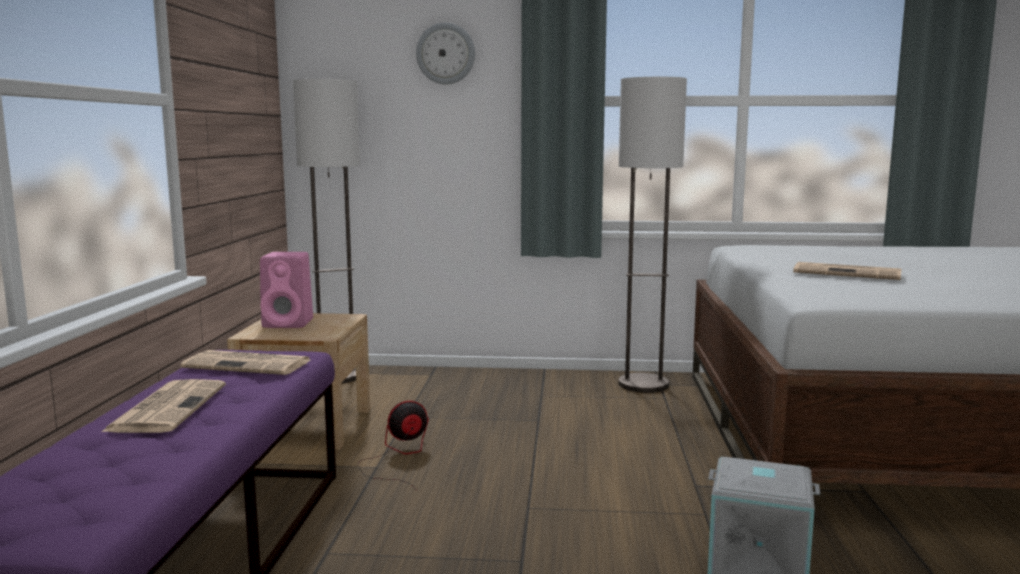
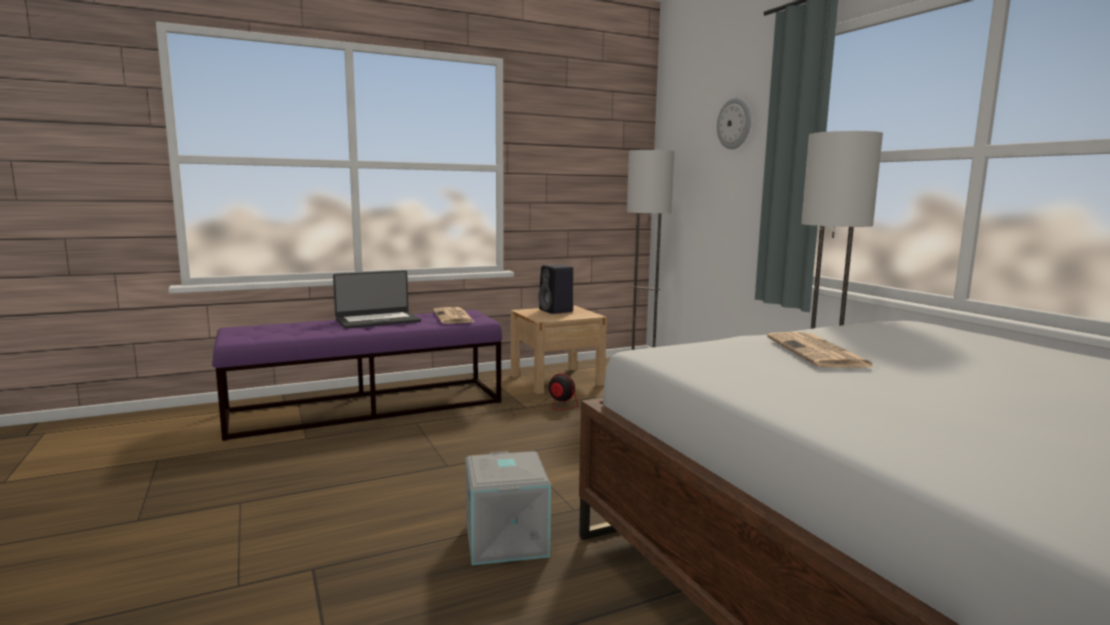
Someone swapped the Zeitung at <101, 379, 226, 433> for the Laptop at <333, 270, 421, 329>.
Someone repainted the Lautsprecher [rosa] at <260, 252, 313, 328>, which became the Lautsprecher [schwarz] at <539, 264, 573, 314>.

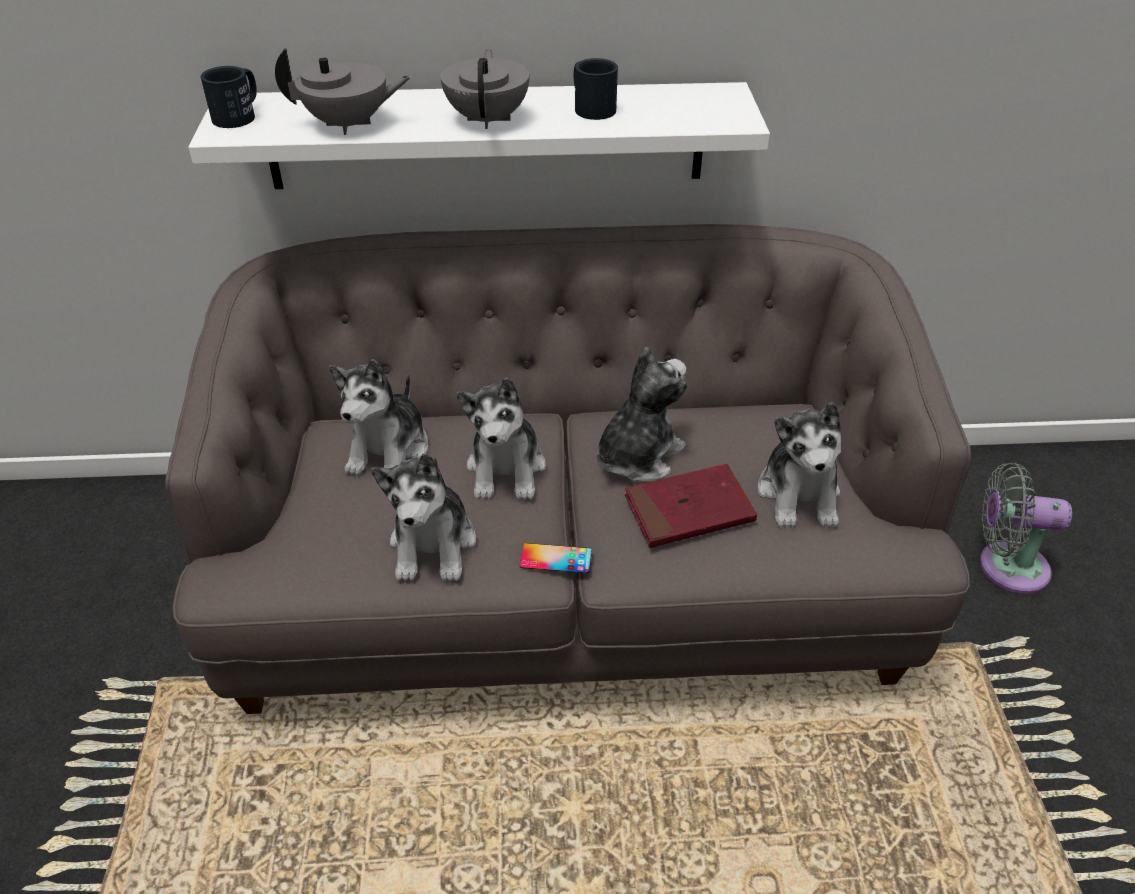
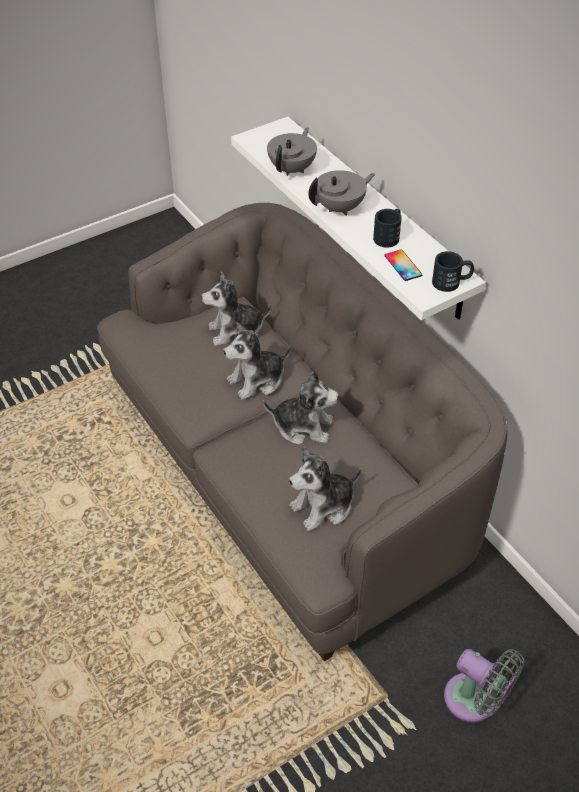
Someone carried the Henkelbecher [schwarz] from <201, 66, 257, 128> to <432, 251, 474, 292>.
Someone rotated the Teekanne [grau] at <275, 48, 411, 135> by 120 degrees counterclockwise.
Someone took away the Plüschtier at <371, 453, 476, 581>.
Someone carried the Handy from <520, 543, 592, 573> to <384, 249, 423, 281>.
Someone took away the Buch [rot] at <625, 464, 757, 548>.
Someone rotated the Ventilator [grau] at <980, 462, 1072, 594> by 150 degrees clockwise.

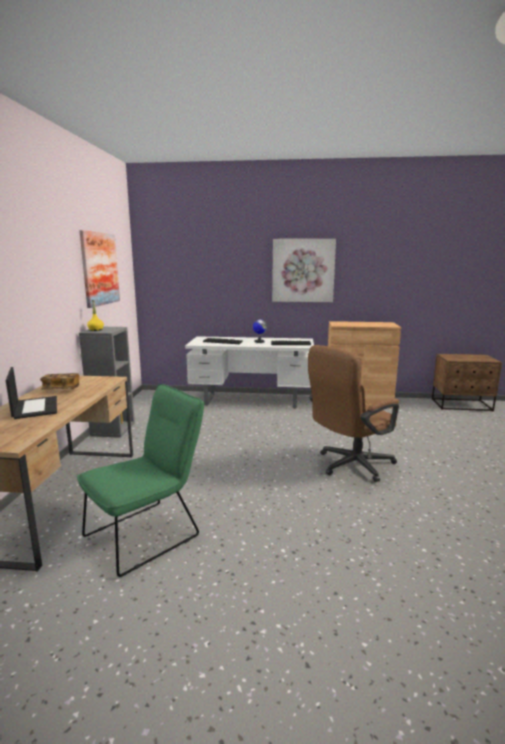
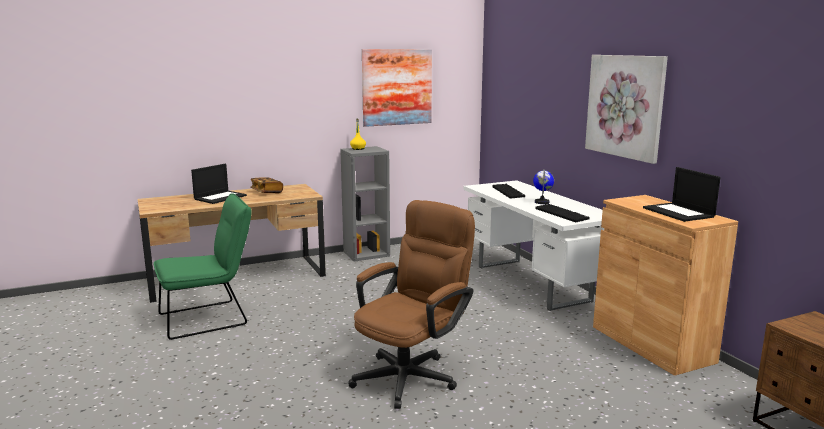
Someone rotated the Stuhl [grün] at <77, 384, 204, 577> by 45 degrees counterclockwise.
Someone rotated the Bürostuhl [braun] at <308, 345, 399, 482> by 105 degrees clockwise.
Someone put down the Laptop at <643, 167, 721, 222>.

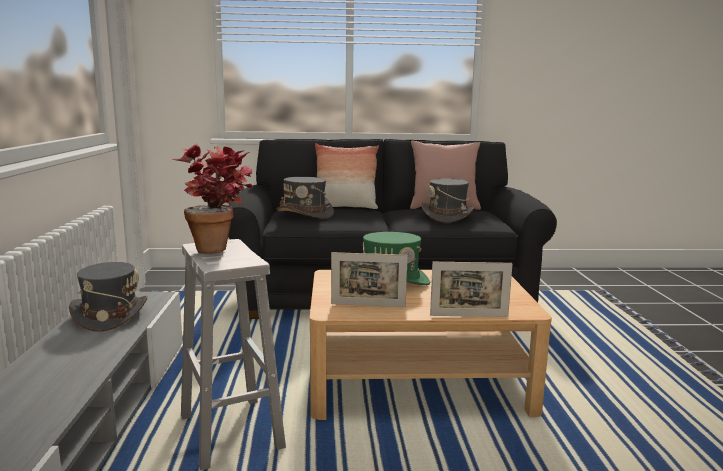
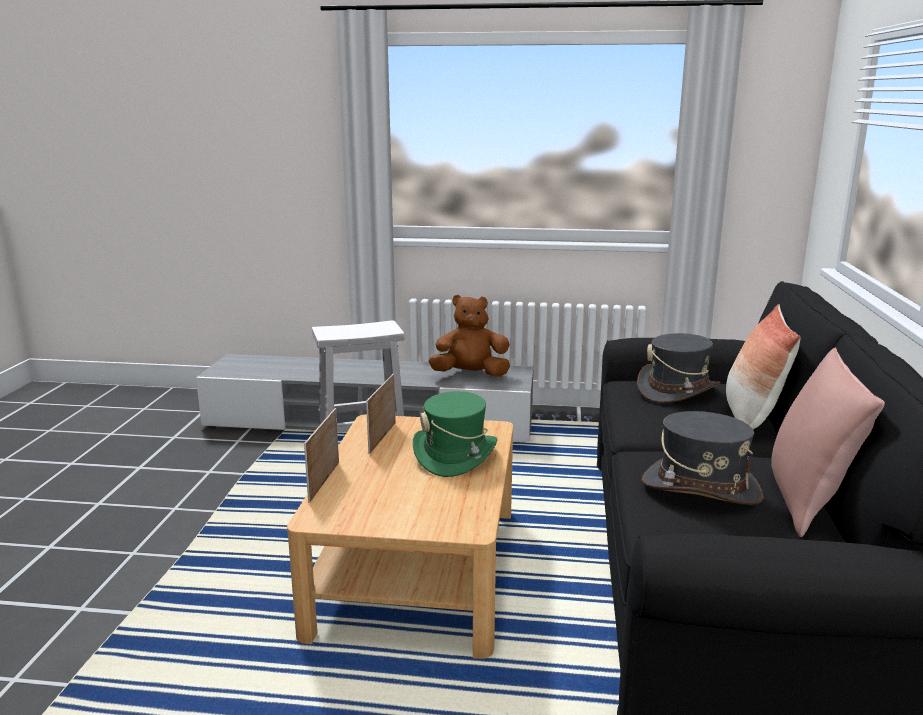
Someone swapped the Hut [grau] at <69, 262, 148, 332> for the Plüschtier [braun] at <429, 295, 510, 377>.
Someone took away the Topfpflanze at <172, 144, 254, 254>.

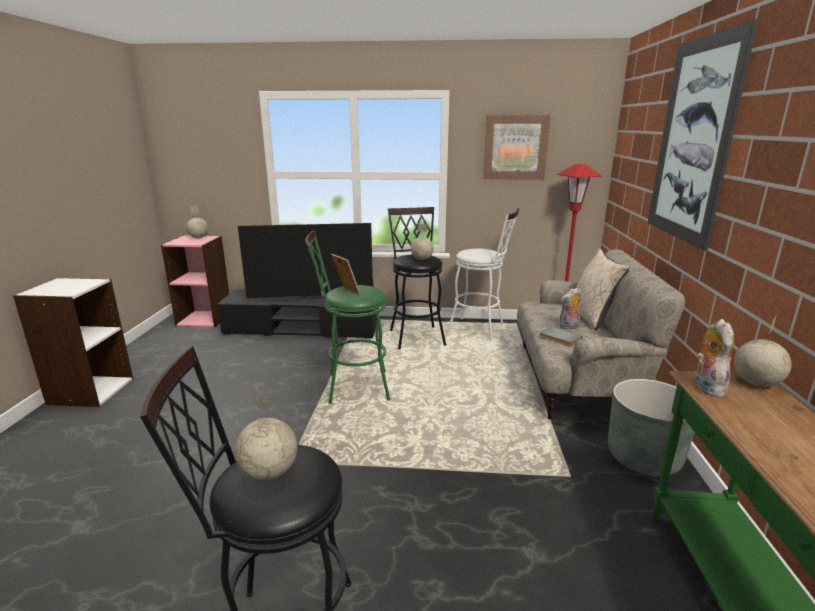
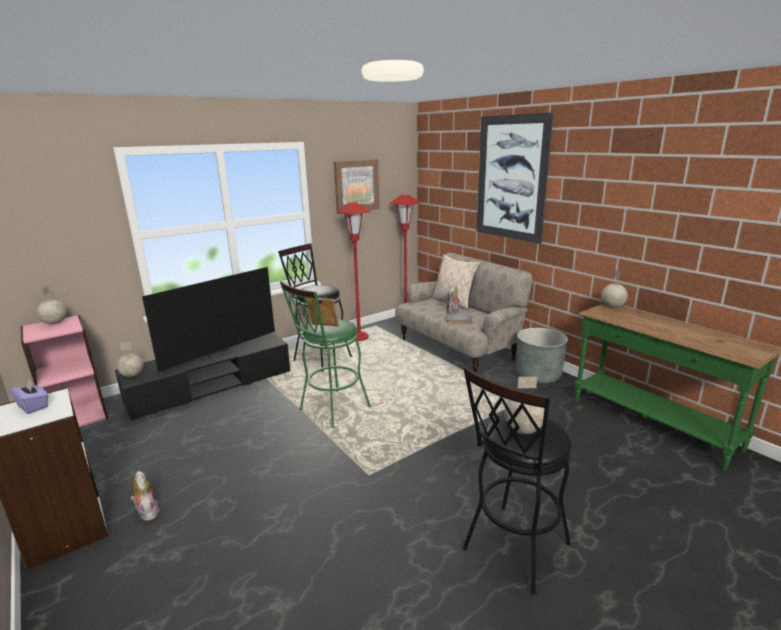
Someone carried the Globus from <411, 224, 434, 260> to <117, 342, 144, 377>.
Someone swapped the Hocker [weiß] at <447, 207, 519, 341> for the Stehlampe [rot] at <336, 202, 371, 341>.
Someone carried the Plüschtier from <695, 319, 734, 397> to <130, 471, 160, 521>.
Someone put down the Taschentuchbox [lila] at <10, 379, 48, 414>.

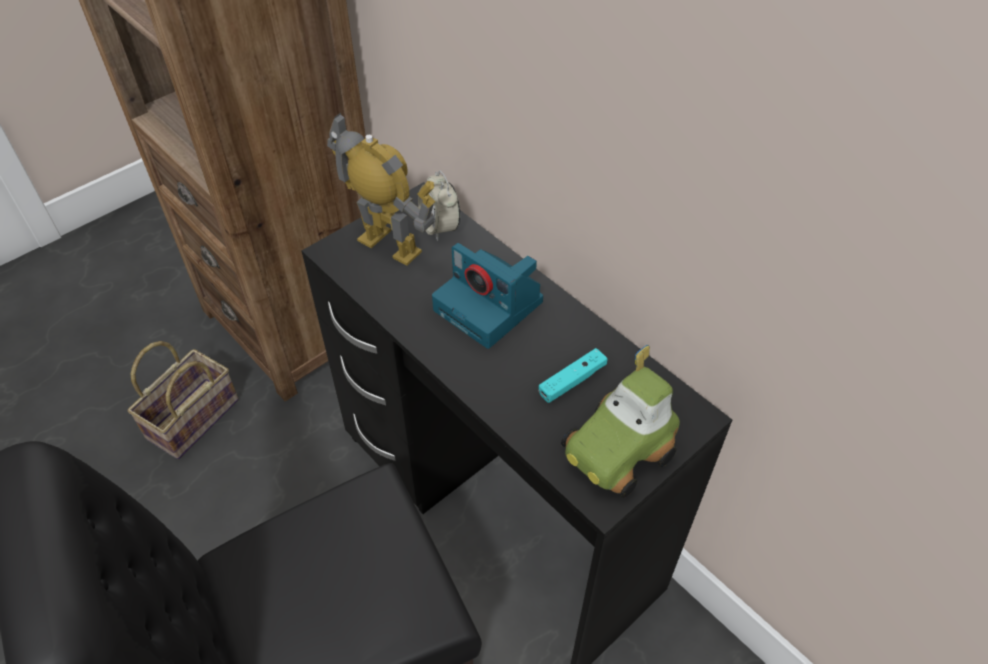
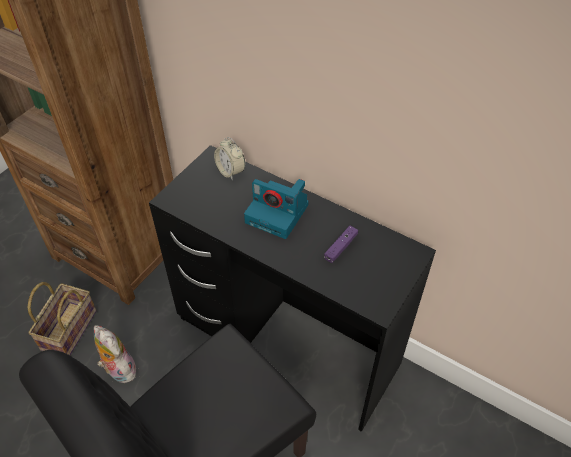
Someone took away the Spielzeugroboter at <327, 112, 436, 266>.
Someone repainted the Gamepad [türkis] at <539, 348, 608, 403>, which became the Gamepad [lila] at <324, 226, 358, 263>.
Someone took away the Spielzeugauto at <561, 345, 680, 498>.
Someone put down the Plüschtier at <94, 325, 136, 383>.

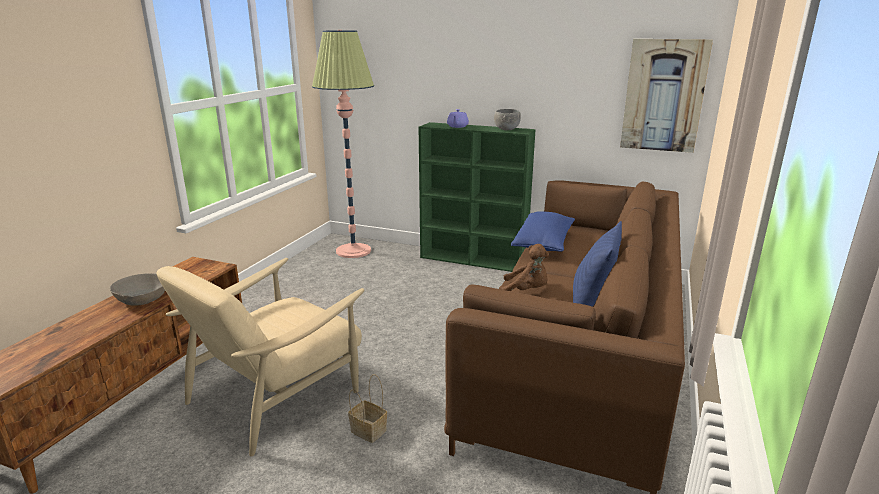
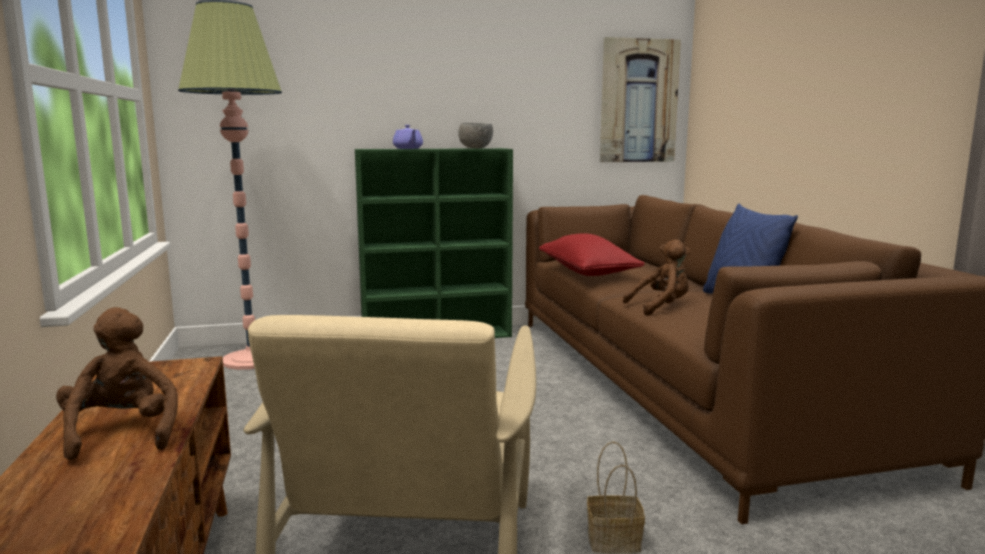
Someone swapped the Schüssel [grau] at <110, 273, 165, 306> for the Plüschtier [braun] at <56, 307, 178, 460>.
Someone repainted the Kissen [blau] at <511, 211, 575, 252>, which became the Kissen [rot] at <539, 233, 645, 276>.

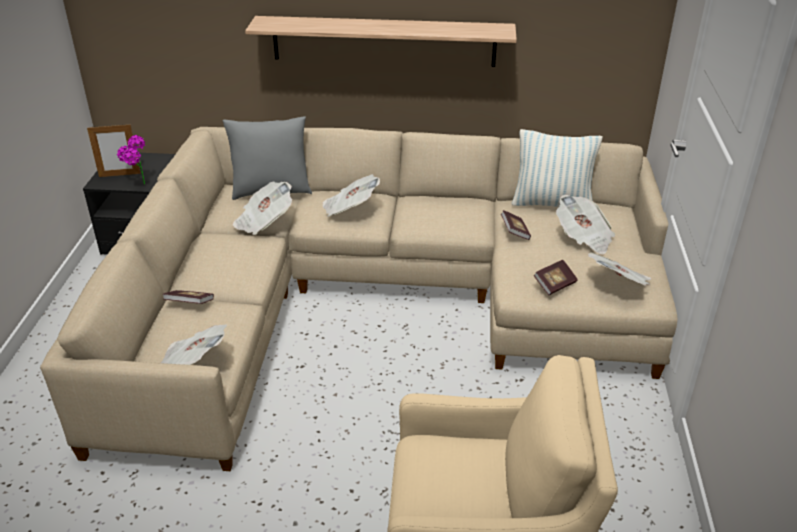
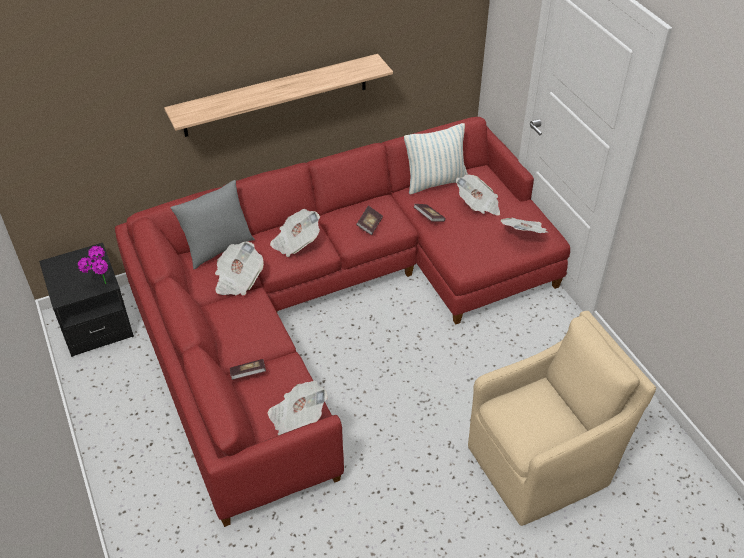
Someone repainted the Sofa [beige] at <40, 127, 678, 471>, which became the Sofa [rot] at <115, 117, 570, 527>.
Someone took away the Bilderrahmen at <87, 124, 141, 177>.
Someone carried the Buch from <534, 260, 578, 295> to <356, 206, 383, 235>.

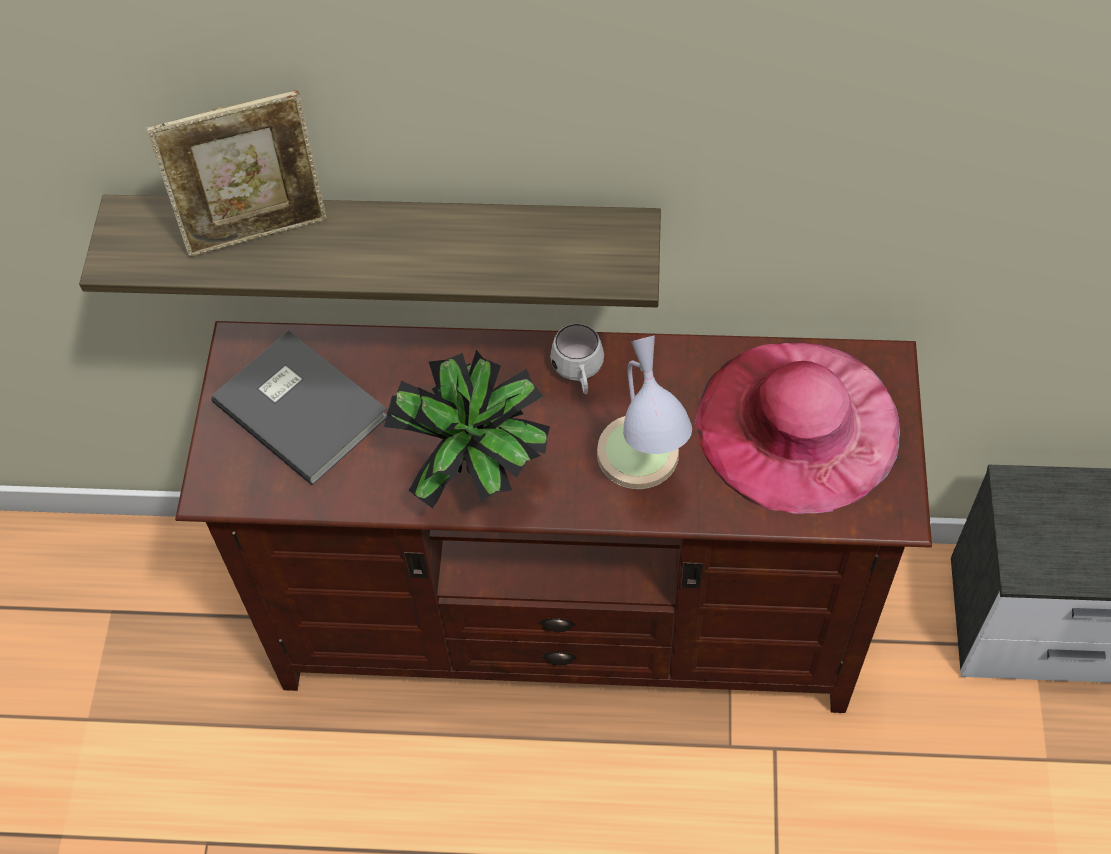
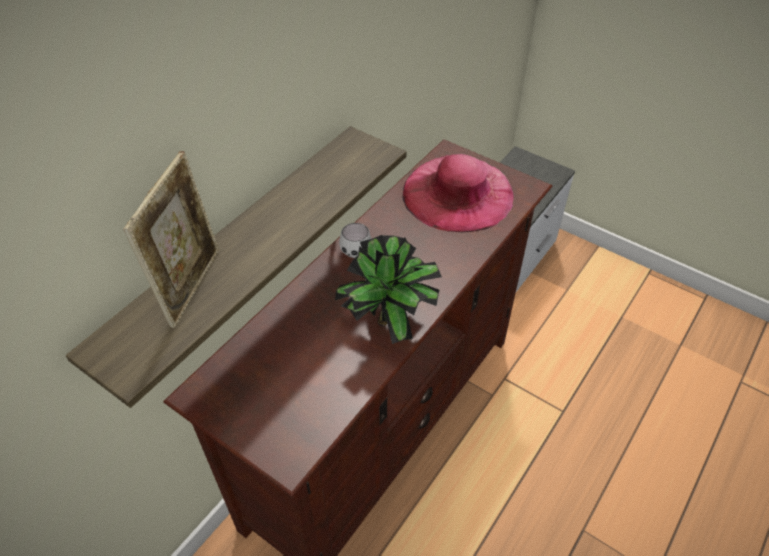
Someone took away the Buch [grau] at <212, 330, 387, 485>.
Someone took away the Tischlampe at <597, 335, 692, 489>.

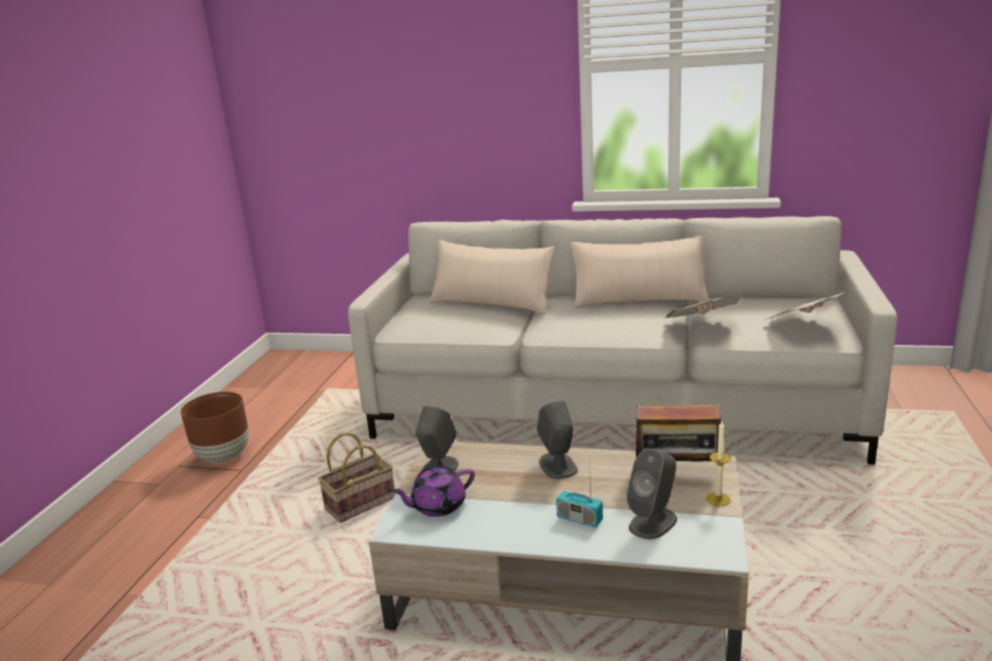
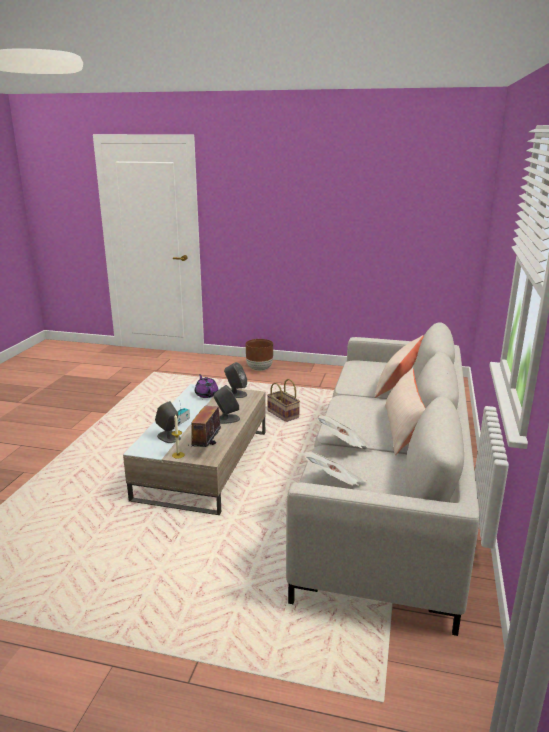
Someone carried the Pflanzkübel [braun] from <181, 392, 249, 463> to <246, 339, 273, 371>.

